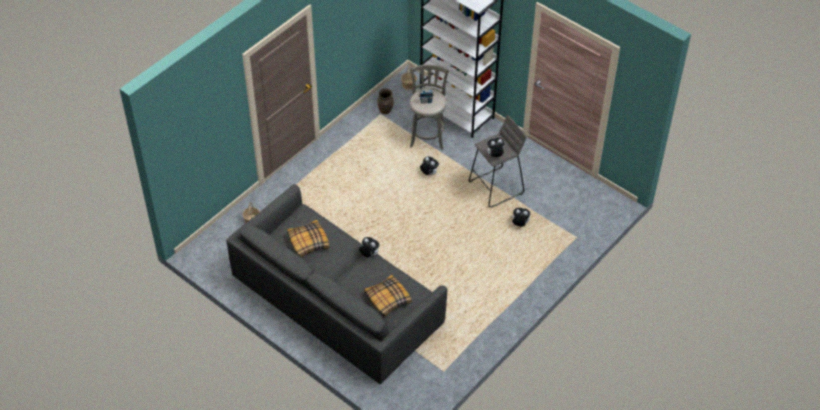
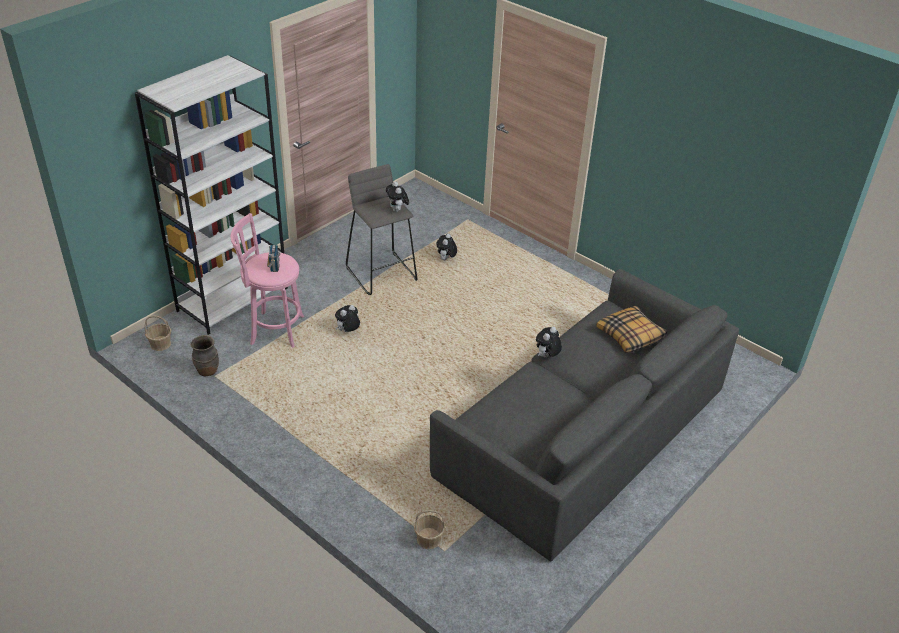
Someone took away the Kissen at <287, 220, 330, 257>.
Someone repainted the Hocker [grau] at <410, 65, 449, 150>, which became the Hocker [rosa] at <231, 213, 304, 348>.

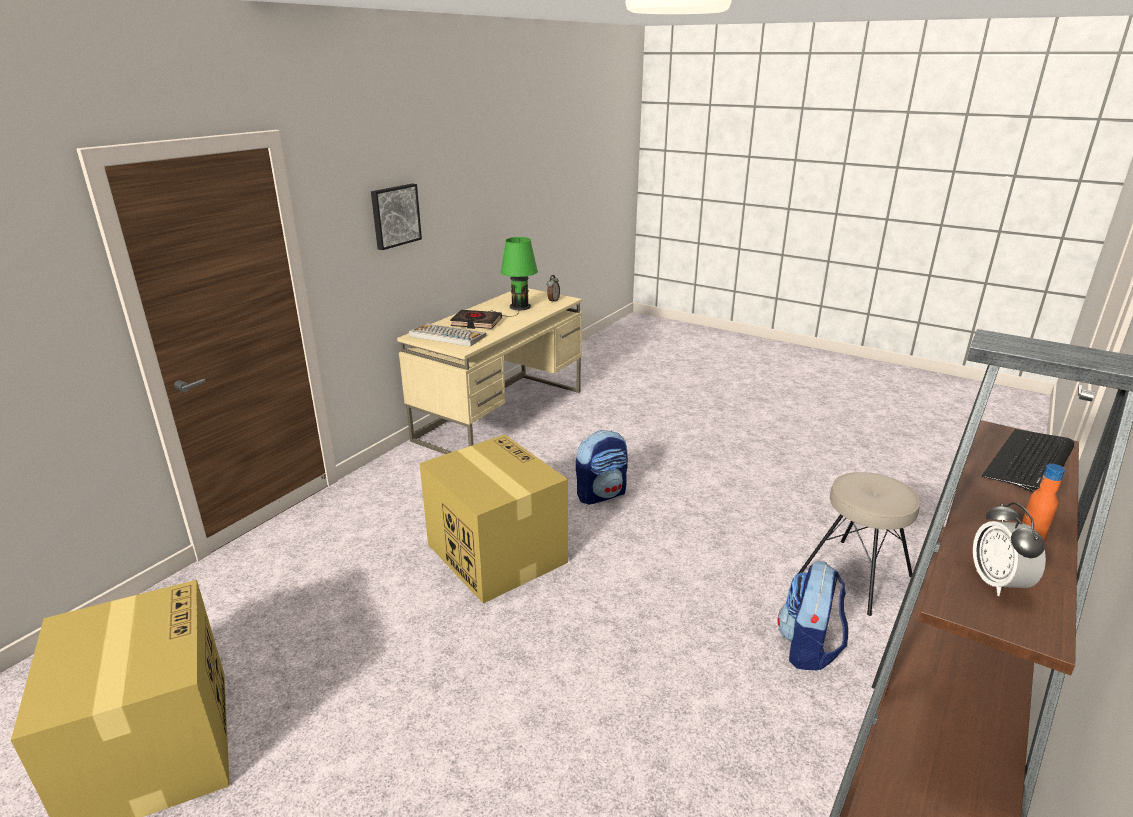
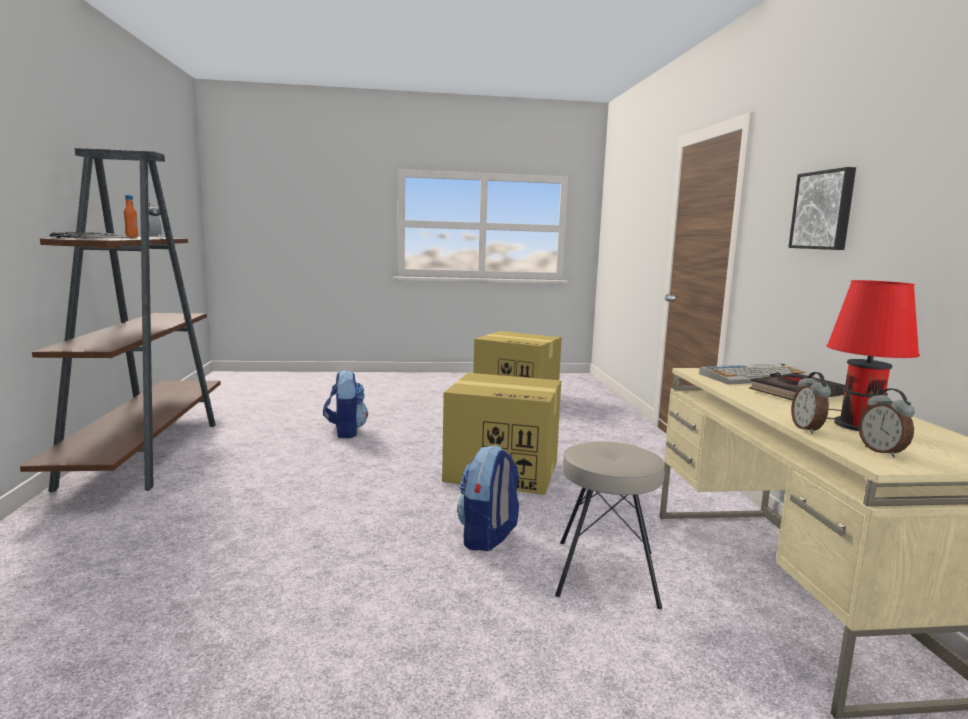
Someone repainted the Tischlampe [grün] at <488, 237, 538, 317>, which became the Tischlampe [rot] at <826, 280, 920, 431>.
Someone carried the Rucksack from <777, 561, 848, 670> to <323, 370, 368, 438>.
Someone carried the Hocker [beige] from <798, 472, 920, 616> to <555, 441, 665, 609>.
Someone put down the Wecker at <791, 372, 831, 434>.

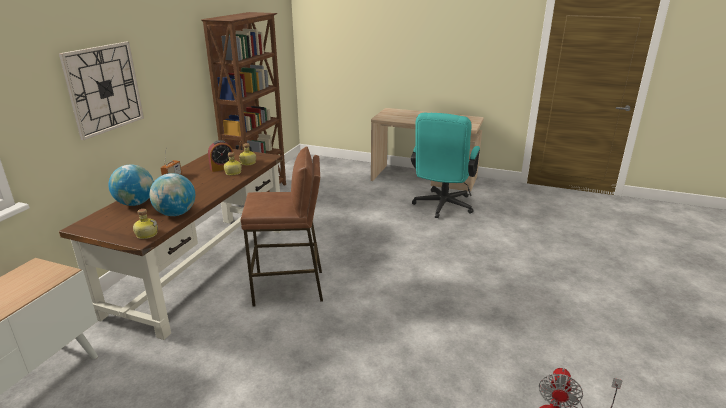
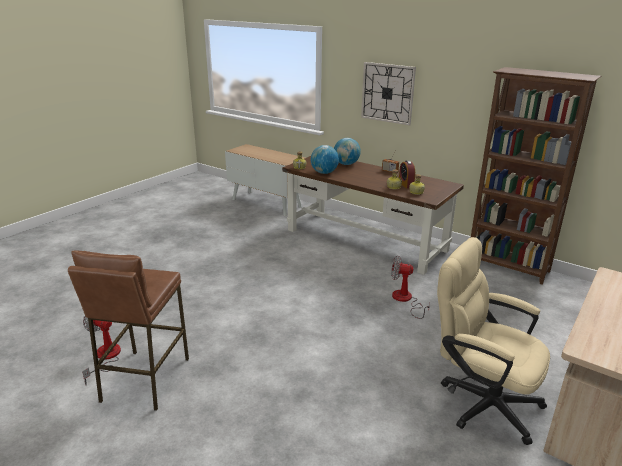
Someone carried the Hocker [braun] from <240, 146, 323, 306> to <68, 250, 189, 411>.
Someone repainted the Bürostuhl [türkis] at <411, 113, 480, 218>, which became the Bürostuhl [beige] at <437, 237, 550, 445>.
Someone put down the Ventilator at <391, 256, 430, 319>.

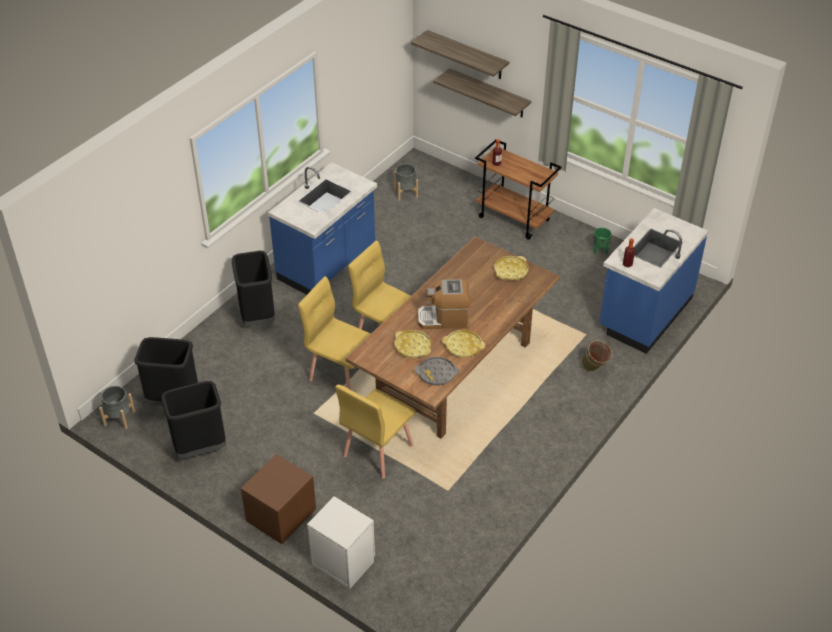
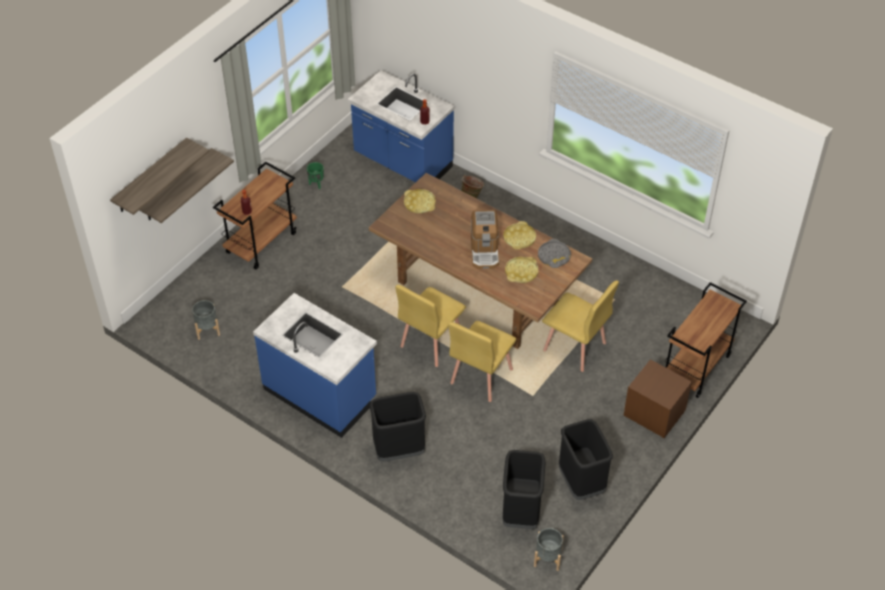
Someone swapped the Nachttisch [weiß] at <307, 496, 375, 590> for the Rollwagen [braun] at <665, 282, 747, 398>.

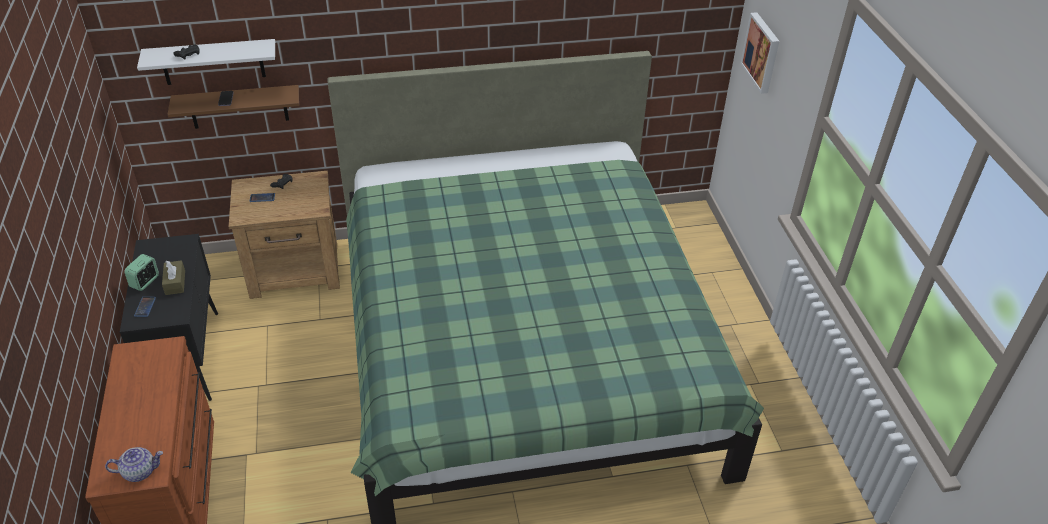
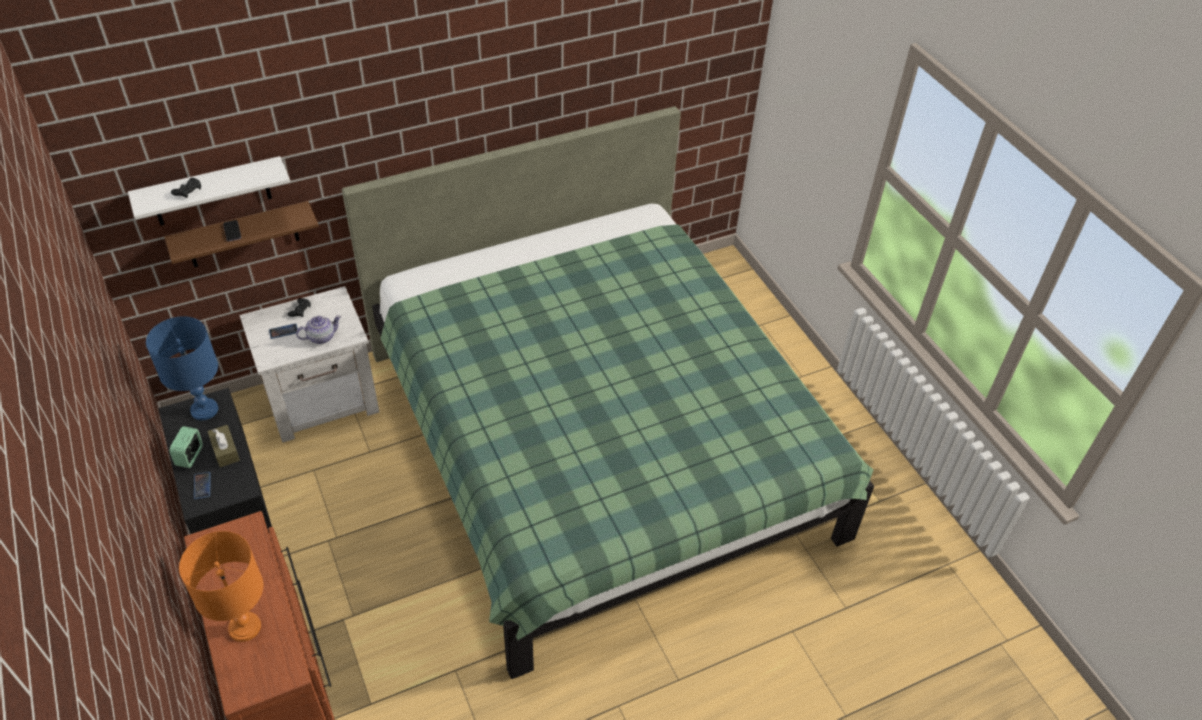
Someone carried the Teekanne from <105, 447, 163, 482> to <296, 315, 341, 344>.
Someone repainted the Nachttisch [braun] at <229, 171, 340, 299>, which became the Nachttisch [weiß] at <239, 286, 379, 443>.
Someone took away the Bild at <740, 12, 779, 94>.
Someone put down the Tischlampe [blau] at <146, 316, 218, 420>.
Someone put down the Tischlampe [orange] at <179, 531, 263, 642>.

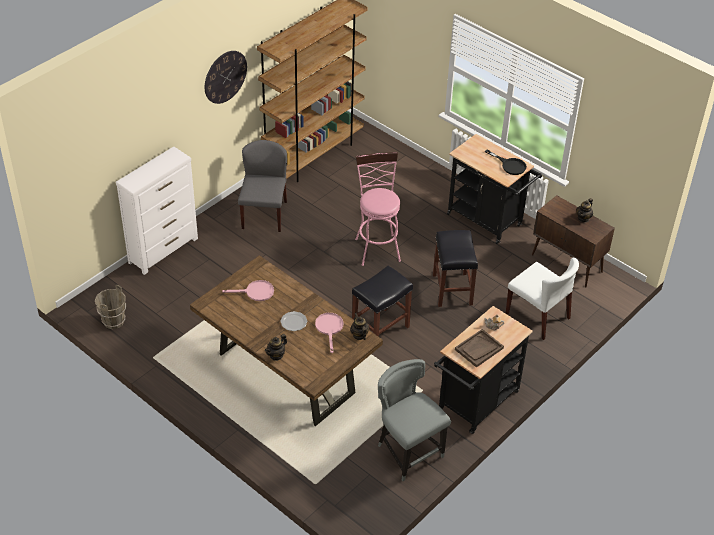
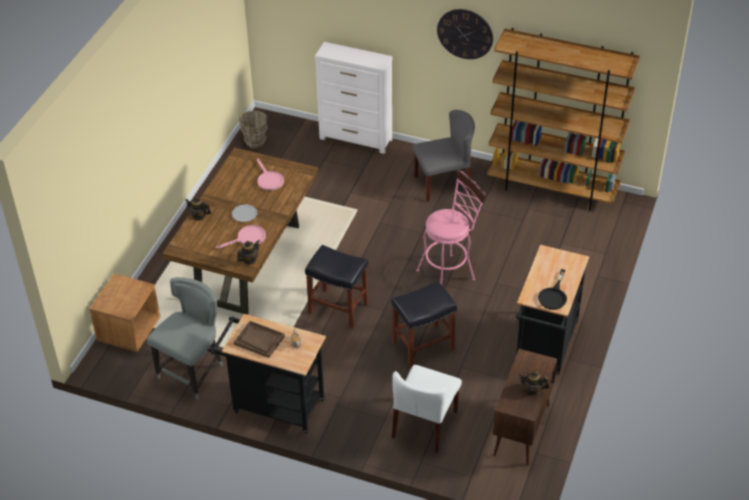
Someone put down the Nachttisch [braun] at <90, 273, 160, 352>.

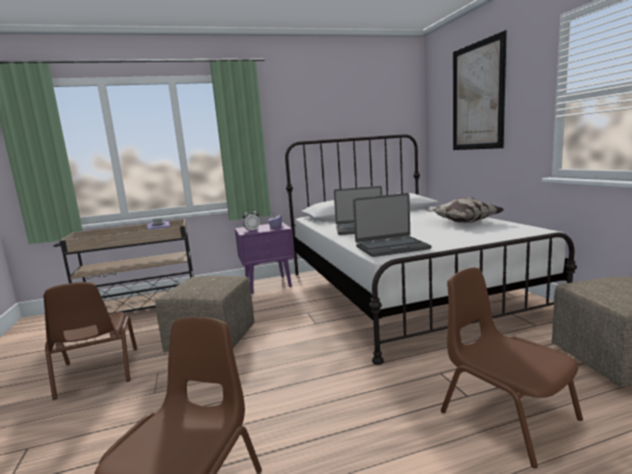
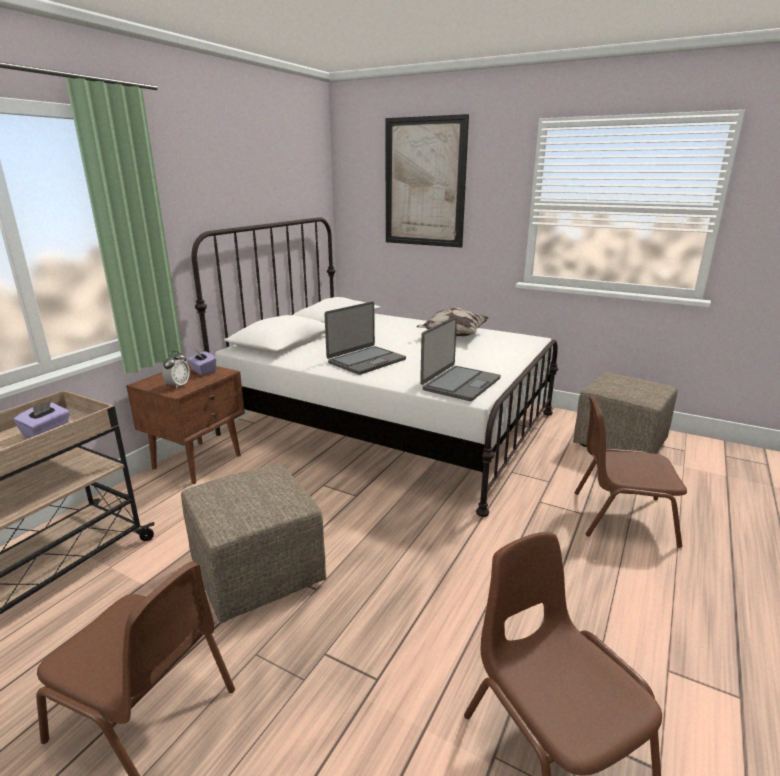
Someone repainted the Nachttisch [lila] at <235, 222, 295, 294>, which became the Nachttisch [braun] at <126, 362, 245, 484>.

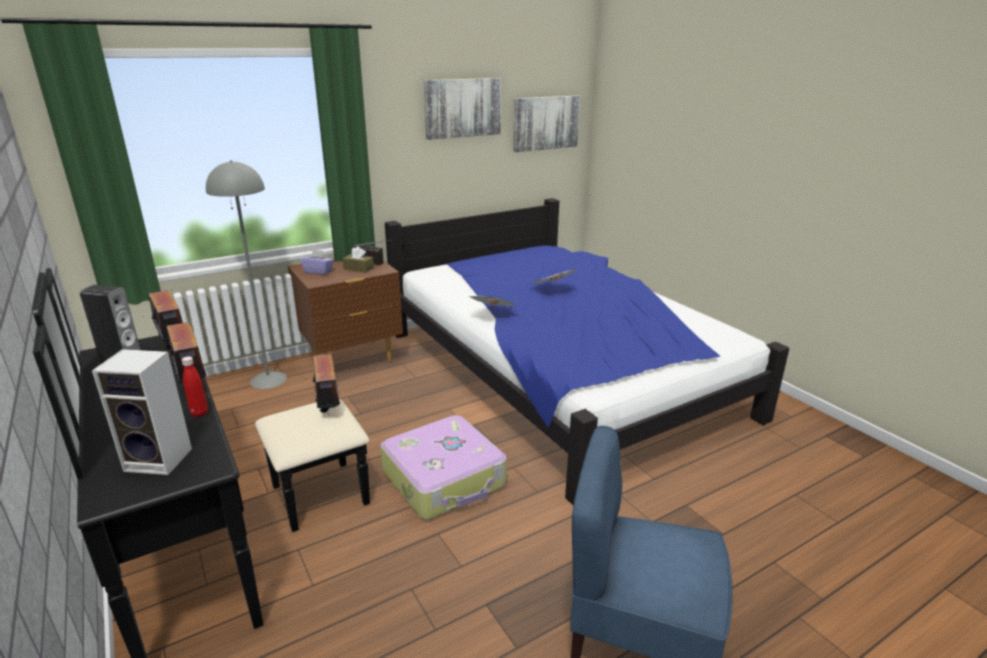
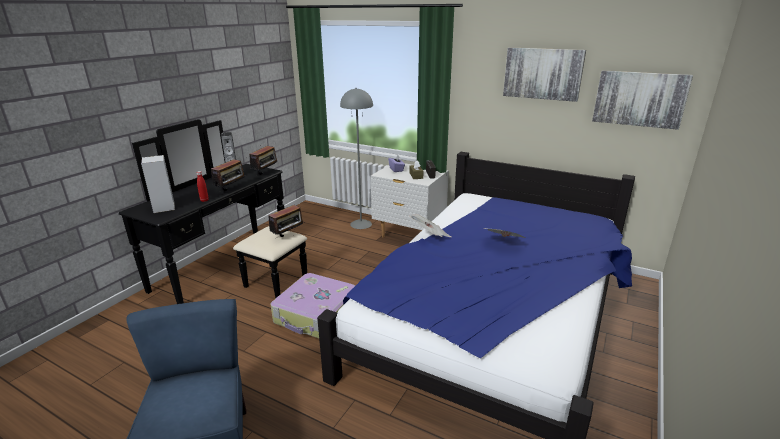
Someone repainted the Nachttisch [braun] at <288, 260, 403, 361>, which became the Nachttisch [weiß] at <371, 163, 449, 238>.

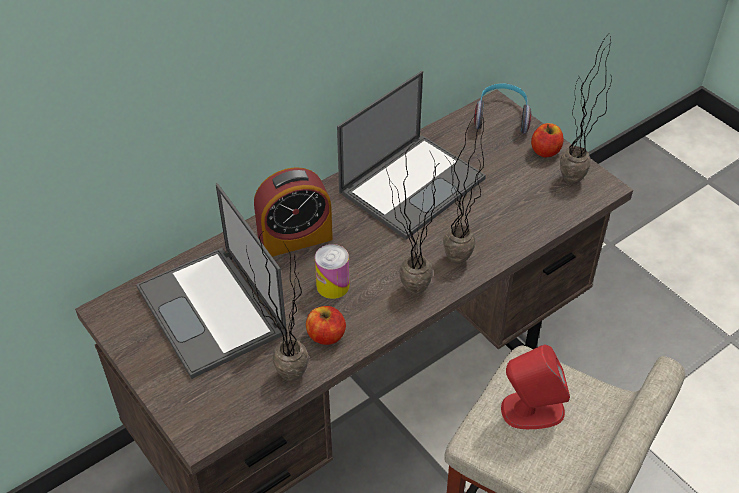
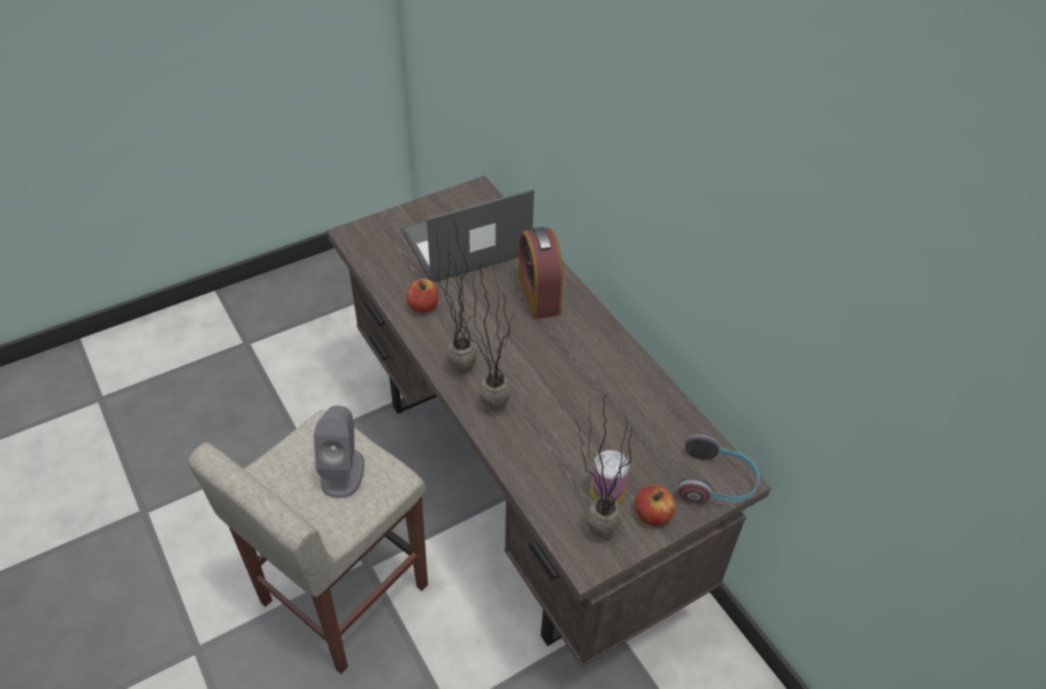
Someone took away the Topfpflanze at <237, 231, 309, 381>.
Someone carried the Dose from <315, 244, 350, 299> to <590, 450, 630, 504>.
Someone took away the Laptop at <337, 71, 486, 240>.
Someone repainted the Lautsprecher [rot] at <501, 344, 570, 429>, which became the Lautsprecher [grau] at <314, 406, 364, 498>.

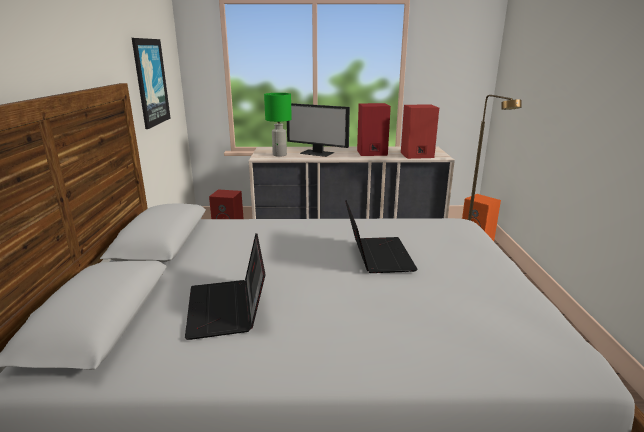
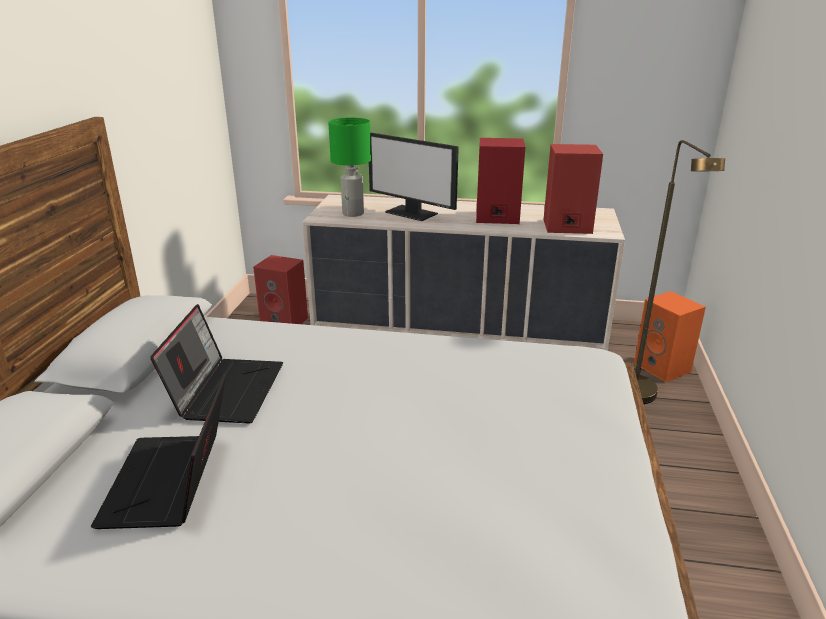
Someone took away the Bild at <132, 38, 171, 129>.
Someone carried the Laptop from <345, 200, 418, 273> to <150, 304, 283, 423>.

